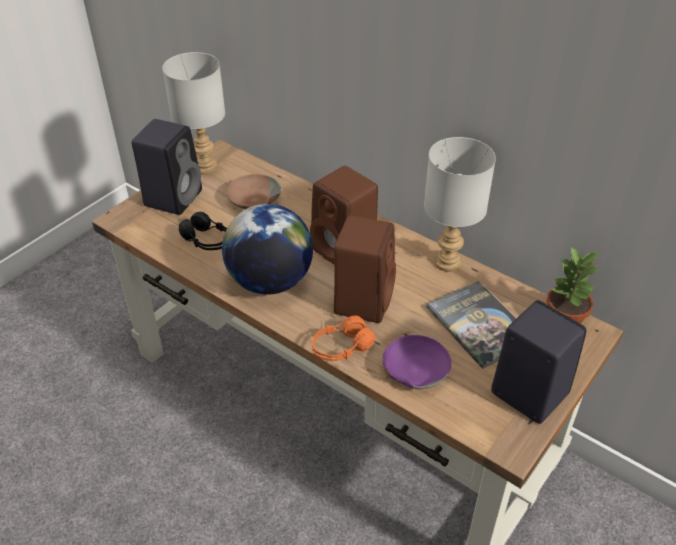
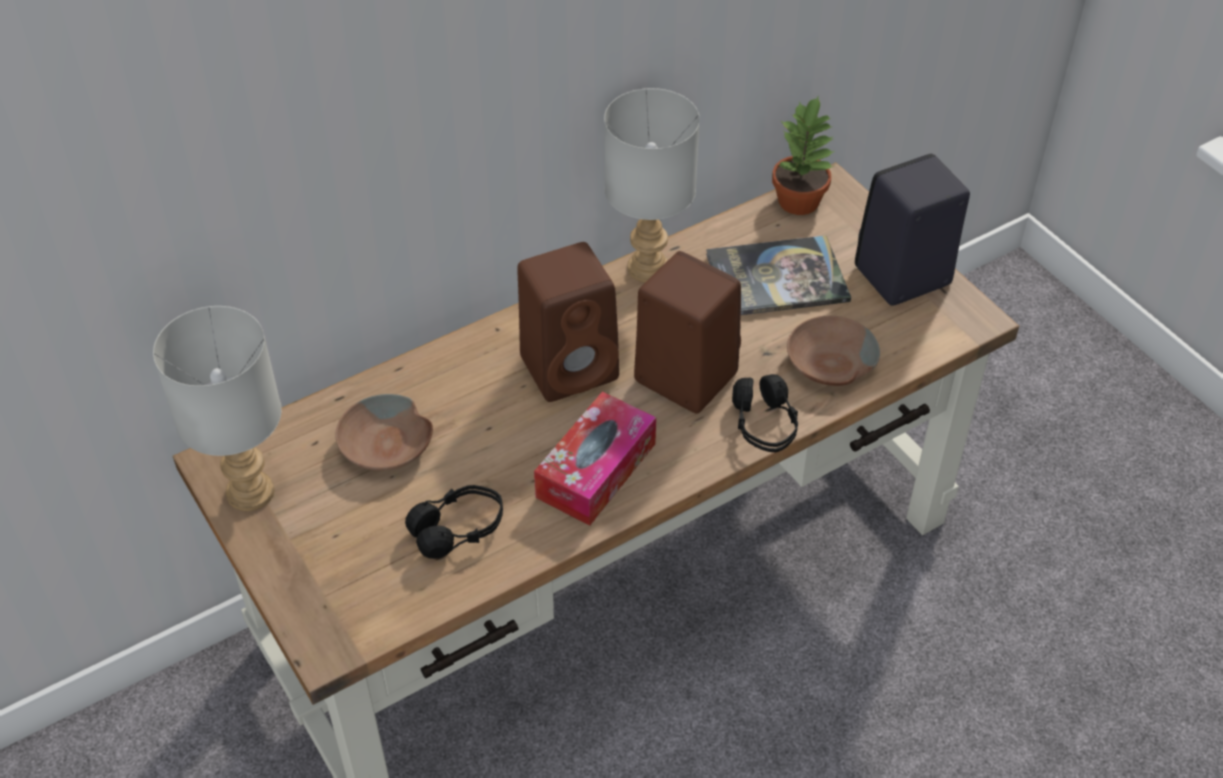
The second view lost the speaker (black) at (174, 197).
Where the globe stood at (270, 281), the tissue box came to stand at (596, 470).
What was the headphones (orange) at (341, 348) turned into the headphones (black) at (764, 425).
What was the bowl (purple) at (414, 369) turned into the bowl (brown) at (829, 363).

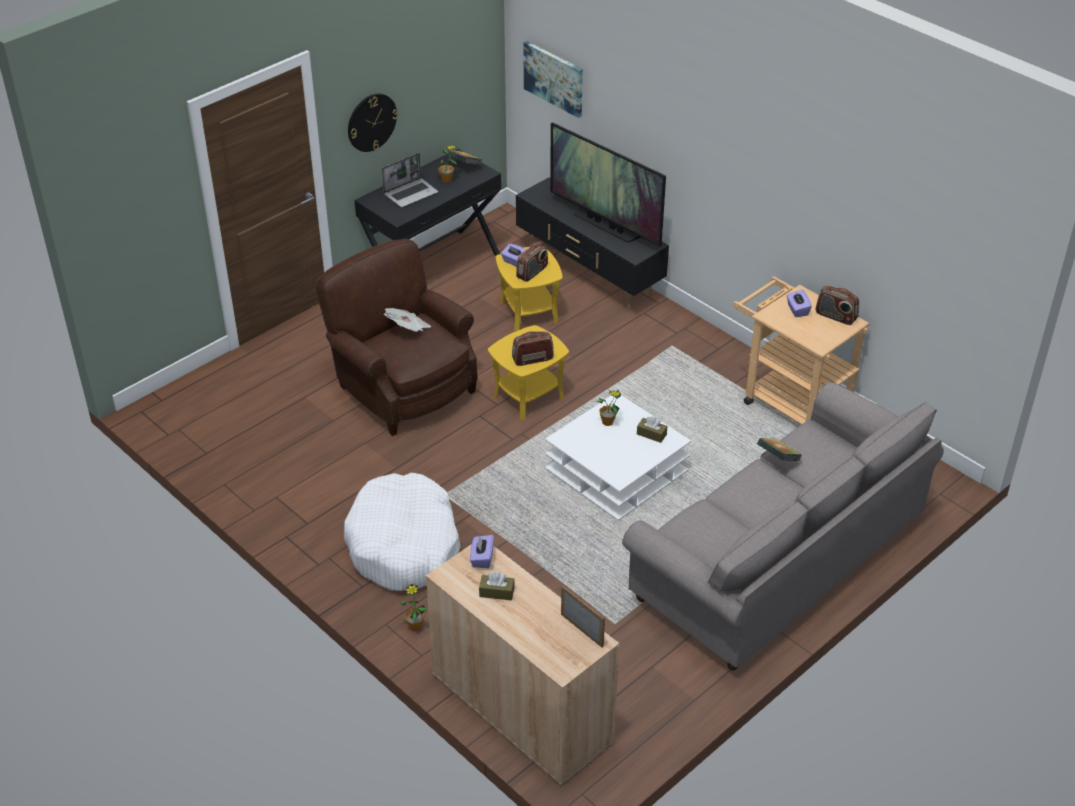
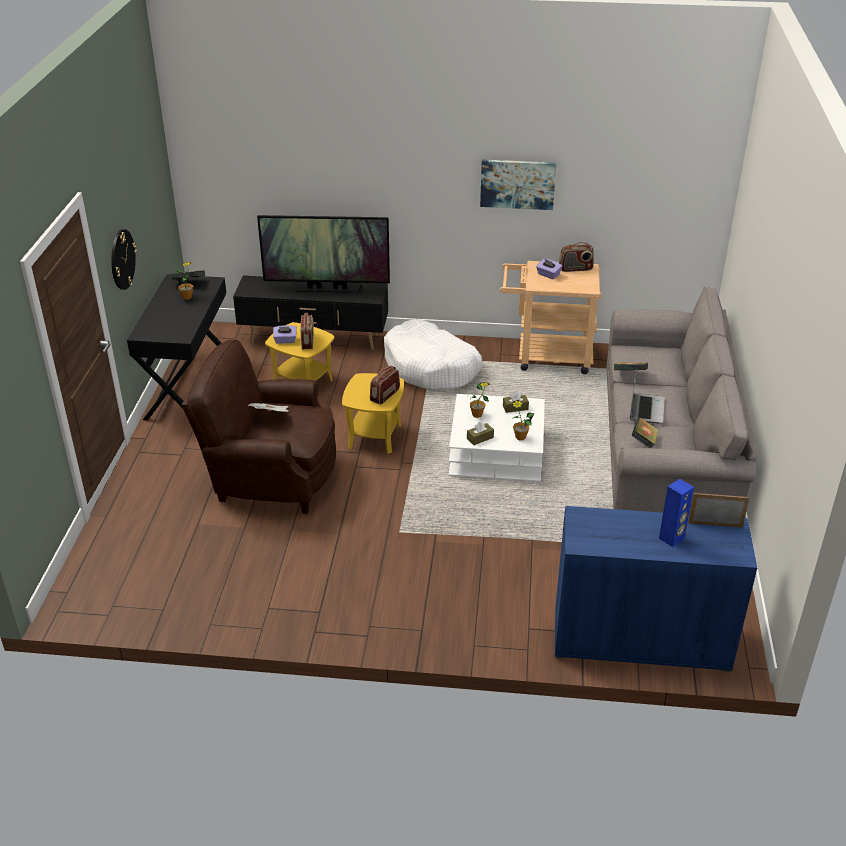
The dog bed (white) ended up elsewhere, having gone from (404, 545) to (431, 368).
The laptop ended up elsewhere, having gone from (411, 193) to (646, 409).
The potted plant ended up elsewhere, having gone from (415, 626) to (520, 437).
What was the cabinet (beige) at (521, 709) turned into the cabinet (blue) at (640, 639).
The second view lost the tissue box (purple) at (482, 558).
The tissue box (brown) ended up elsewhere, having gone from (497, 592) to (480, 438).
The picture ended up elsewhere, having gone from (554, 78) to (517, 184).
The second view gained the book at (643, 442).
The second view gained the speaker (blue) at (671, 538).

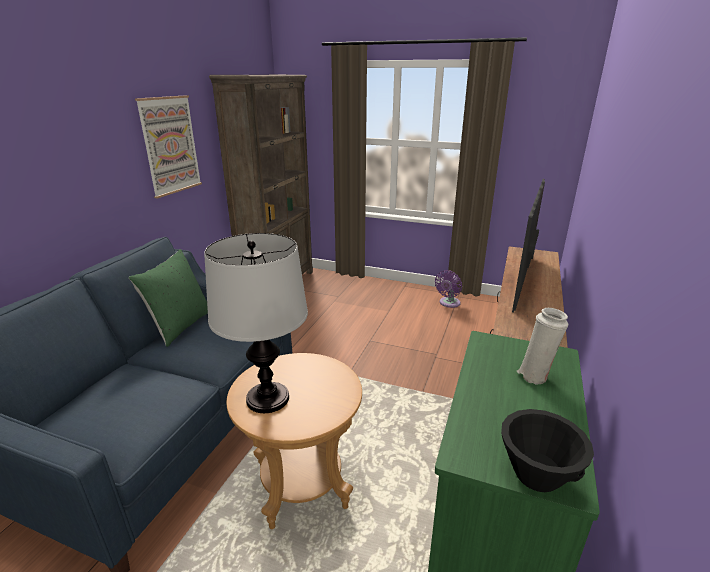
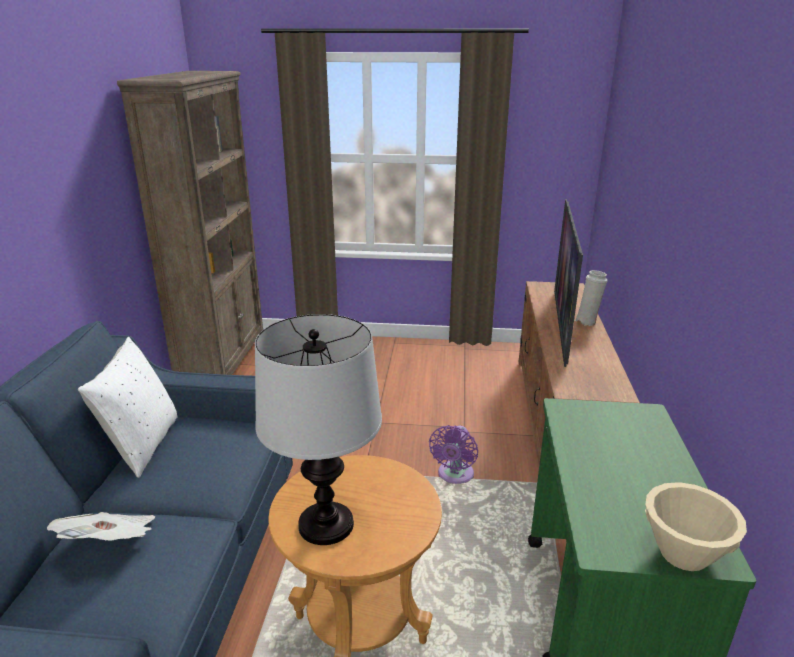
What was the pillow (green) at (180, 326) turned into the pillow (white) at (142, 445).
The second view lost the picture at (170, 145).
The fan (purple) ended up elsewhere, having gone from (448, 303) to (454, 476).
What was the bowl (black) at (536, 475) turned into the bowl (beige) at (683, 554).
The vase (white) ended up elsewhere, having gone from (535, 376) to (587, 321).
The second view gained the newspaper at (112, 544).

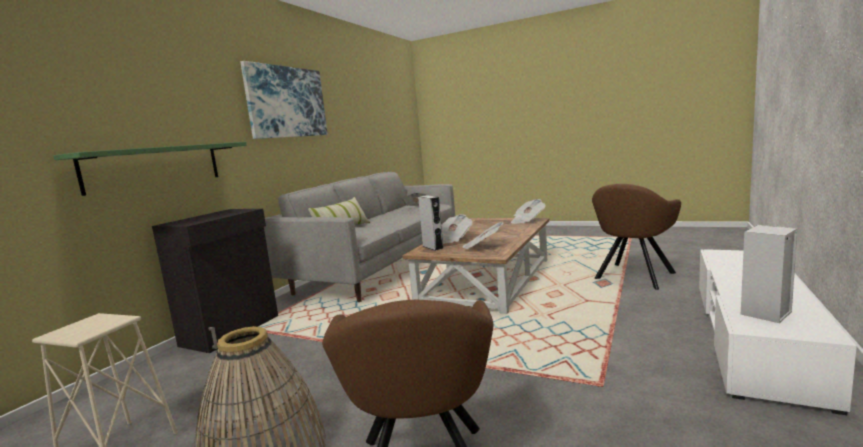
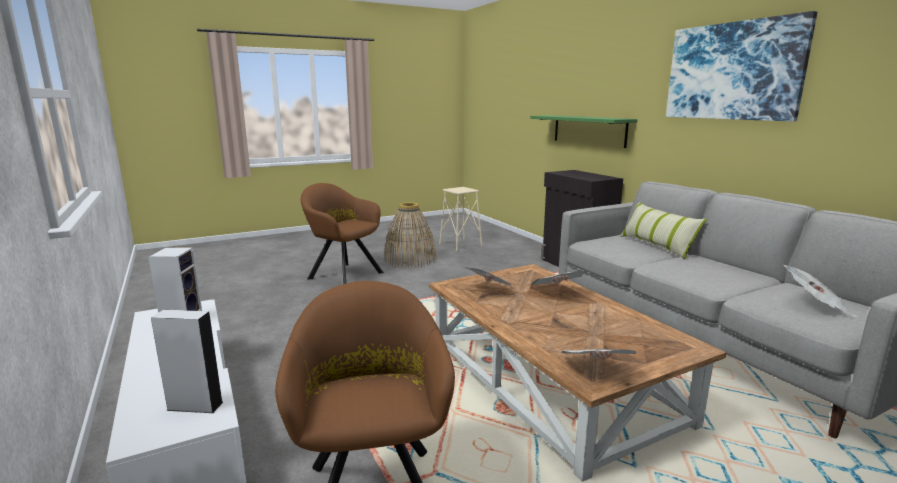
The speaker (grey) ended up elsewhere, having gone from (433, 247) to (195, 406).

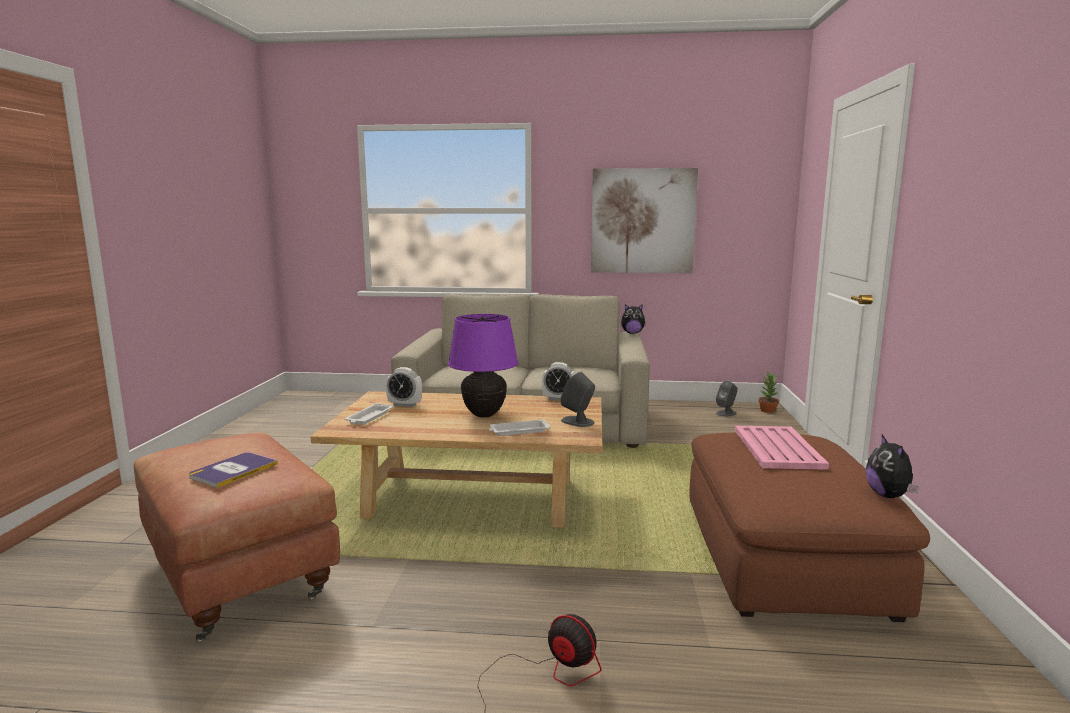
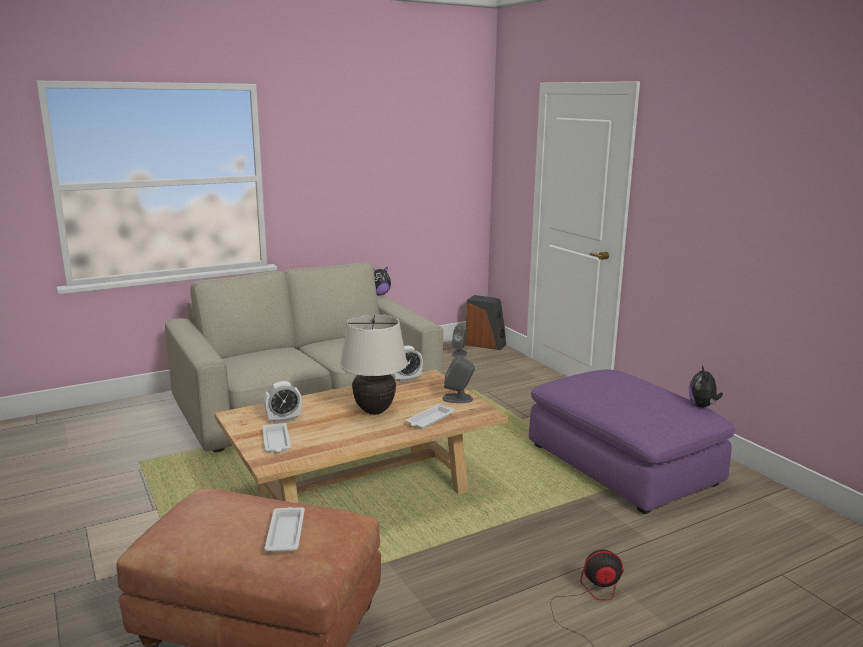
Where the book stood at (233, 470), the tray (white) came to stand at (286, 533).
What was the table lamp (purple) at (484, 415) turned into the table lamp (beige) at (374, 411).
The second view lost the picture at (642, 221).
What was the ottoman (brown) at (784, 556) turned into the ottoman (purple) at (622, 464).
The second view lost the tray (pink) at (777, 448).
Where the potted plant stood at (768, 410), the speaker came to stand at (486, 344).
The plush toy at (889, 496) ended up facing another way, 45 degrees clockwise from before.

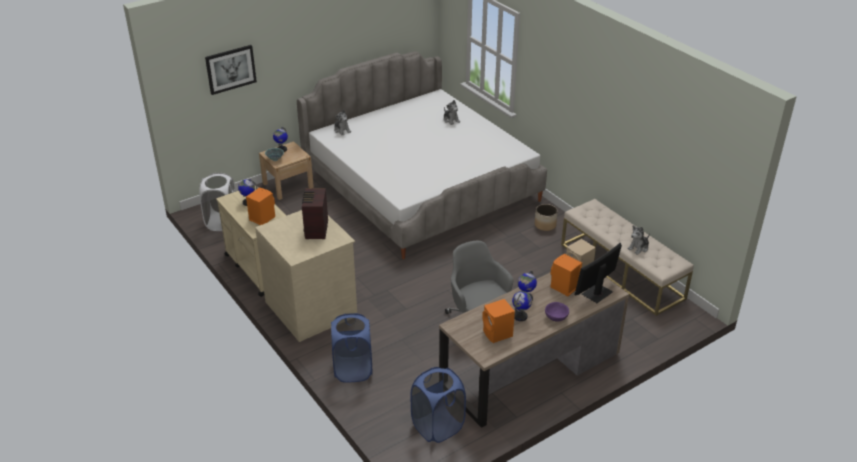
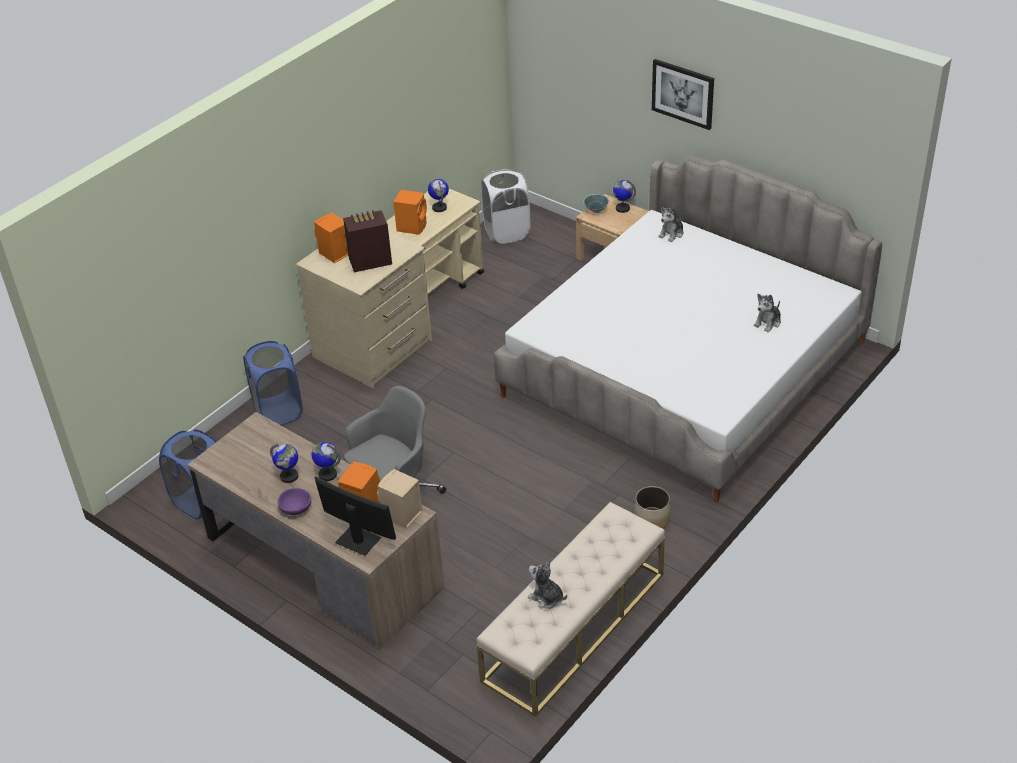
The picture ended up elsewhere, having gone from (230, 69) to (683, 93).
The speaker (orange) ended up elsewhere, having gone from (498, 334) to (334, 253).

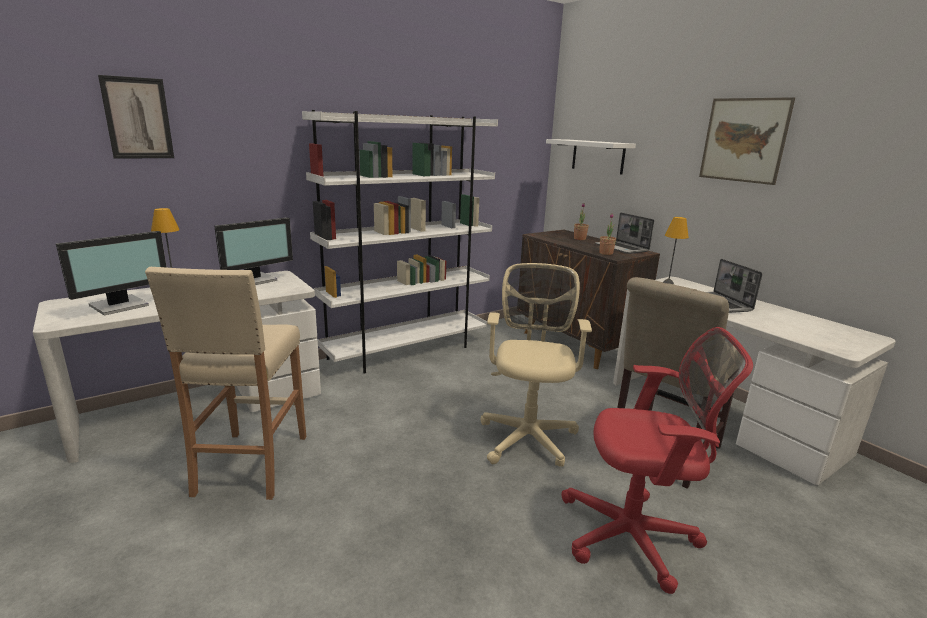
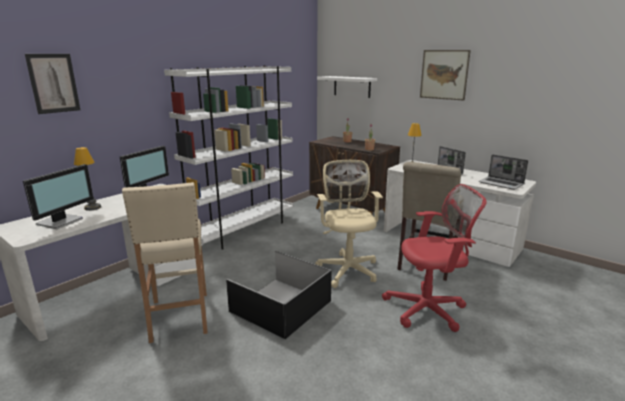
The laptop ended up elsewhere, having gone from (622, 248) to (501, 184).
The second view gained the storage box (black) at (281, 305).

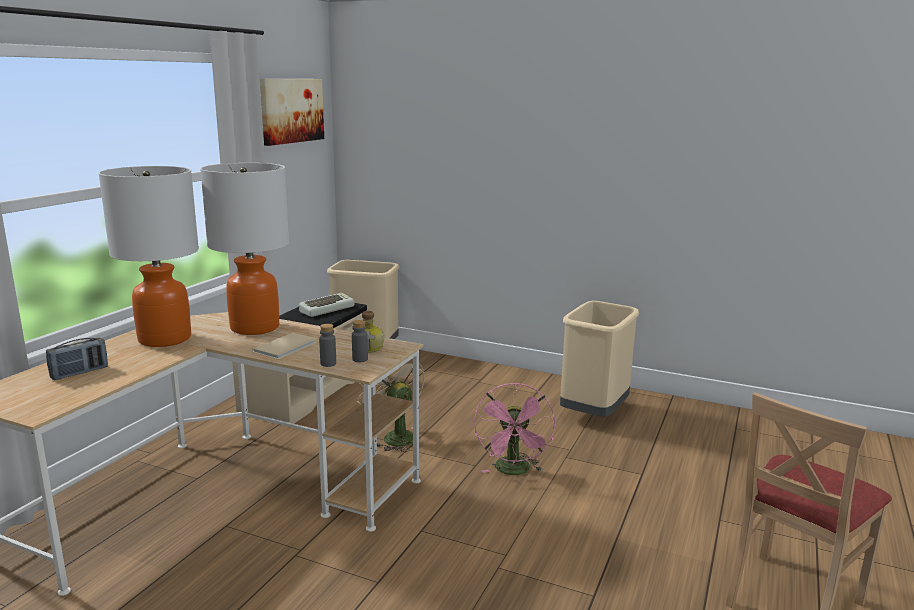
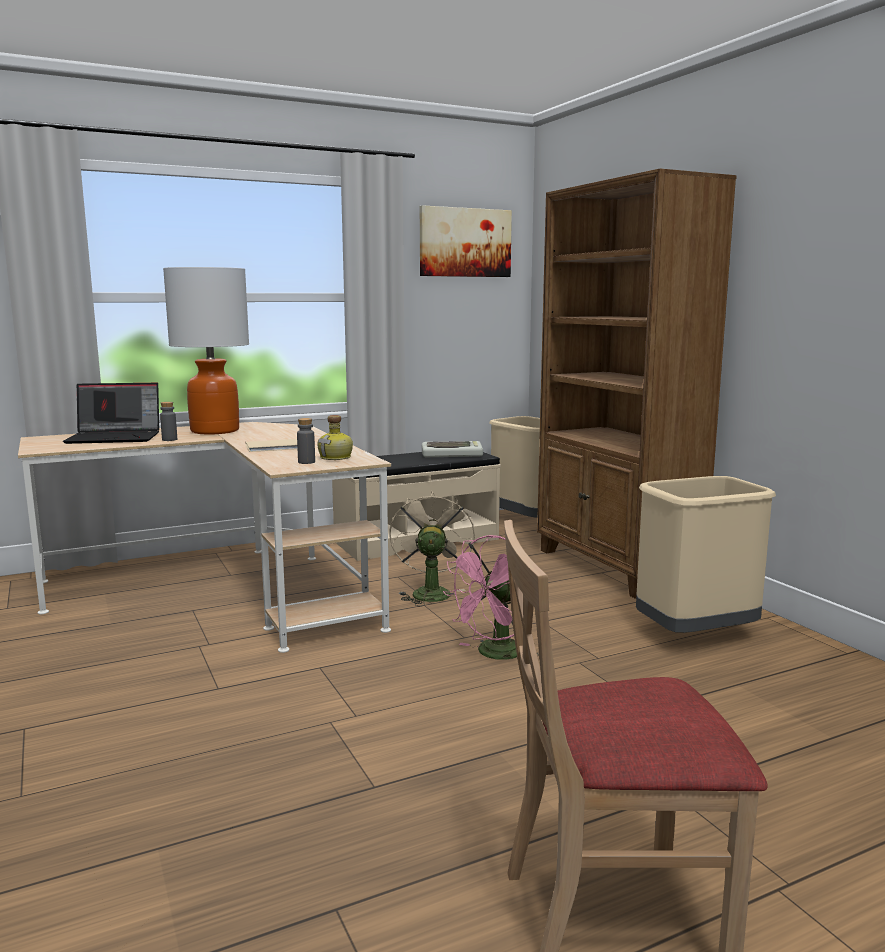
Where the radio stood at (79, 373), the laptop came to stand at (116, 437).
The second view lost the table lamp at (254, 328).
The bottle (grey) ended up elsewhere, having gone from (328, 364) to (169, 439).
The second view gained the bookcase (brown) at (615, 568).

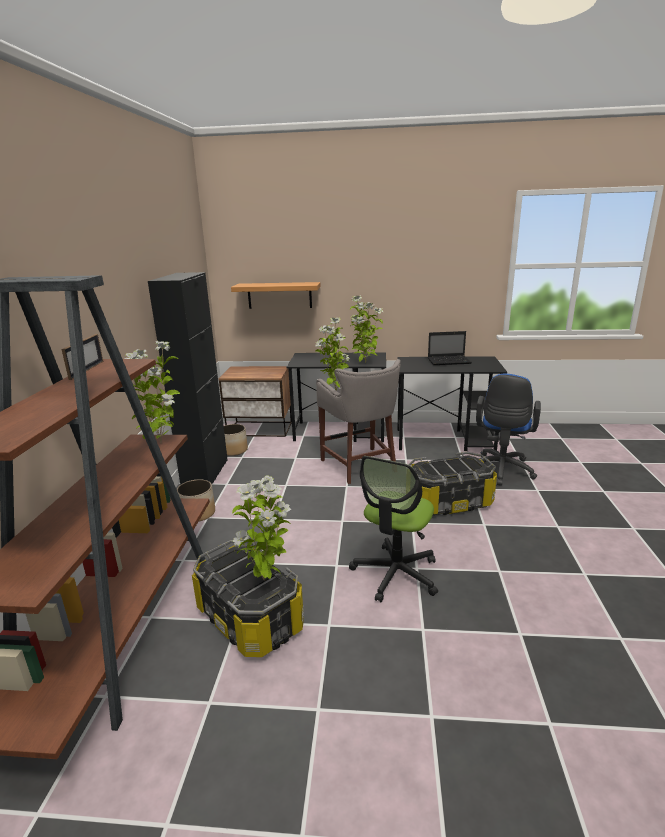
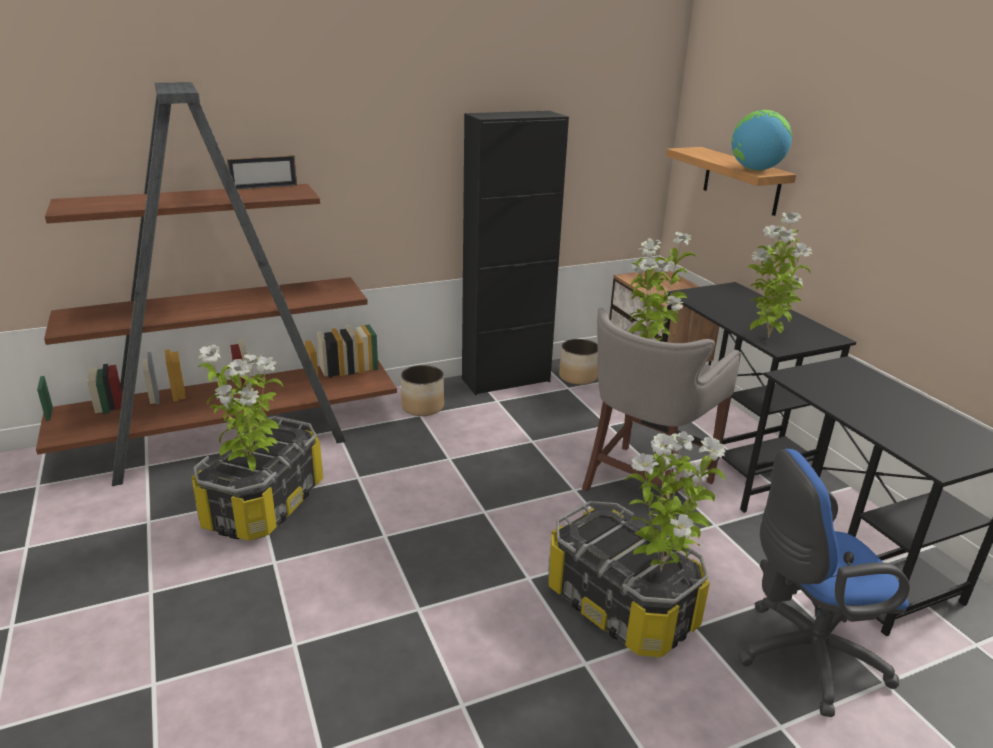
The potted plant ended up elsewhere, having gone from (160, 443) to (660, 569).
The second view lost the office chair at (395, 574).
The second view lost the laptop at (450, 361).
The second view gained the globe at (755, 170).

